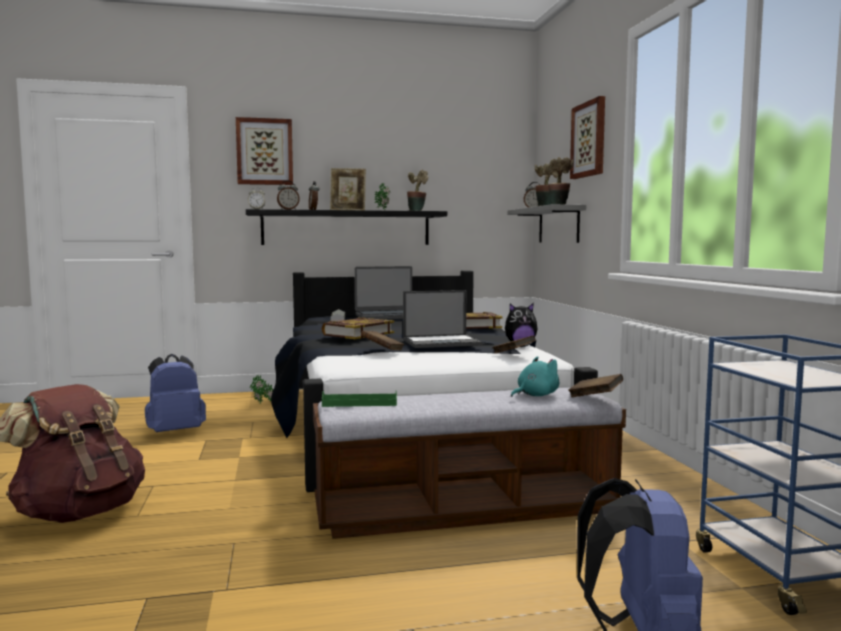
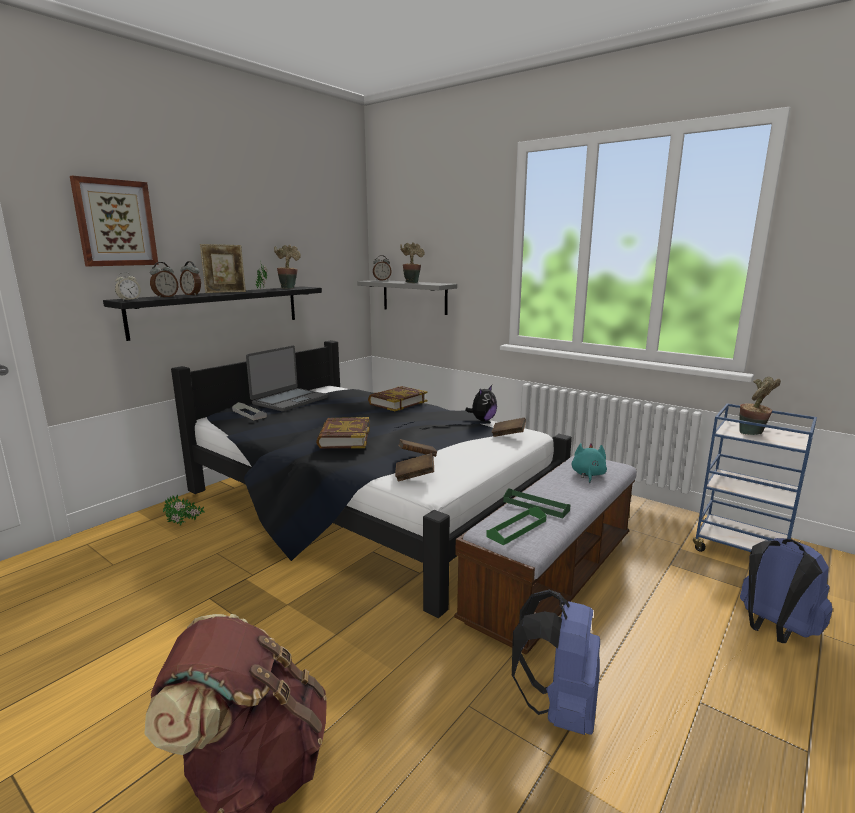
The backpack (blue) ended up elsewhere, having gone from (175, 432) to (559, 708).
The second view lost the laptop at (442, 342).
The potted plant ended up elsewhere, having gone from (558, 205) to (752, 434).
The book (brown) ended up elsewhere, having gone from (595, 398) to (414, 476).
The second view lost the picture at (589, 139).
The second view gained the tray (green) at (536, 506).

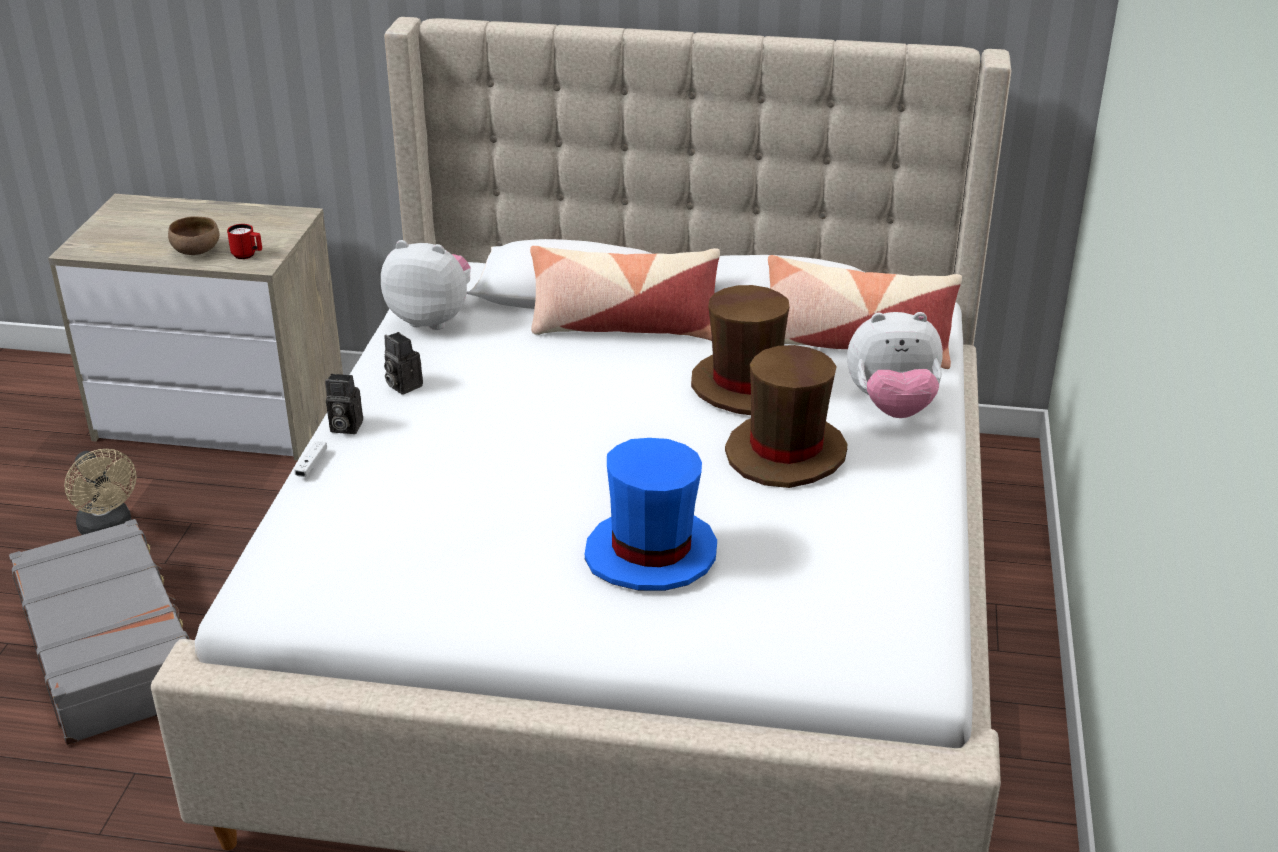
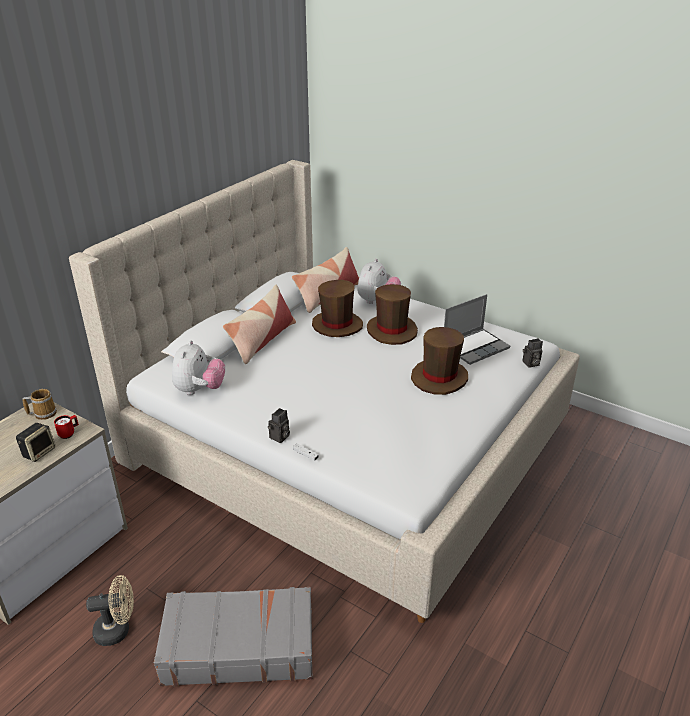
Where the bowl (brown) stood at (197, 251), the speaker came to stand at (39, 452).
The plush toy at (431, 319) ended up facing another way, 150 degrees clockwise from before.
The photo camera ended up elsewhere, having gone from (402, 385) to (530, 364).
What was the hat (blue) at (651, 554) turned into the hat (brown) at (439, 378).
The second view gained the mug at (44, 413).
The second view gained the laptop at (475, 347).

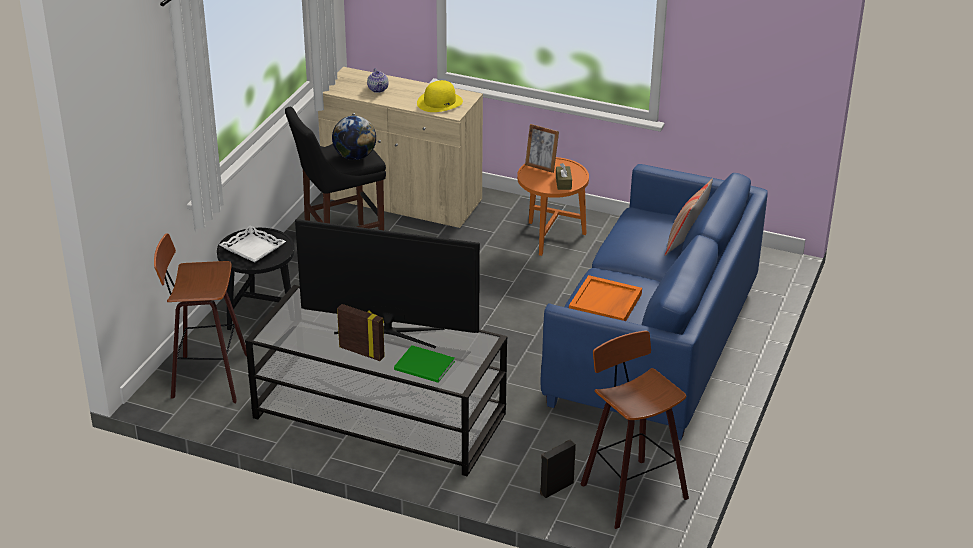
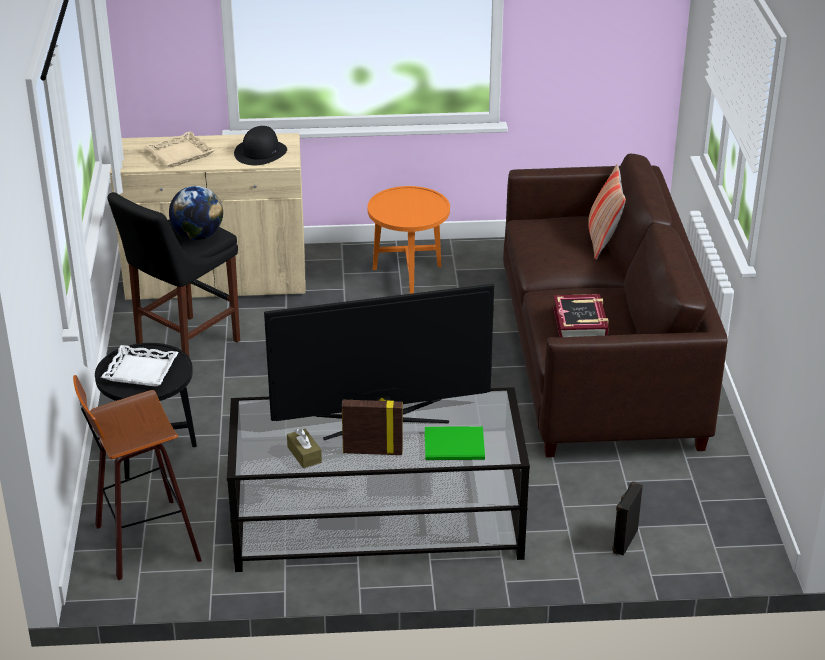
Where the teapot stood at (378, 89), the tray (beige) came to stand at (179, 154).
What was the hat (yellow) at (440, 102) turned into the hat (black) at (260, 152).
The second view lost the picture frame at (541, 166).
What was the sofa (blue) at (653, 344) turned into the sofa (brown) at (599, 361).
The tissue box (brown) ended up elsewhere, having gone from (563, 183) to (304, 454).
Where the tray (orange) stood at (605, 303), the book came to stand at (580, 324).
The second view lost the stool at (629, 490).

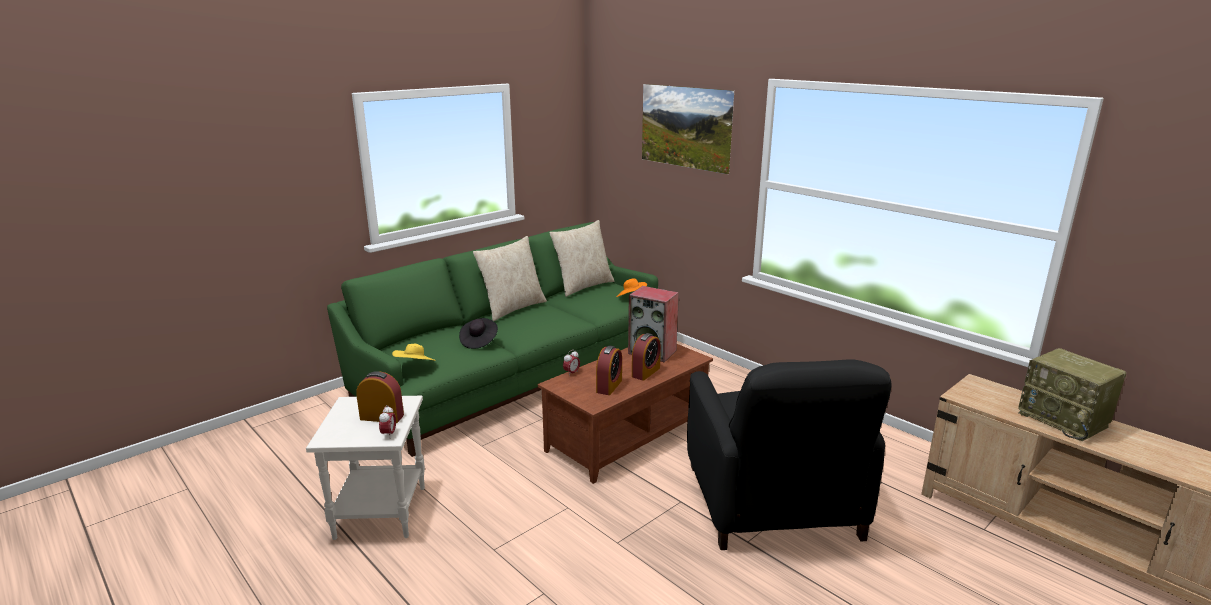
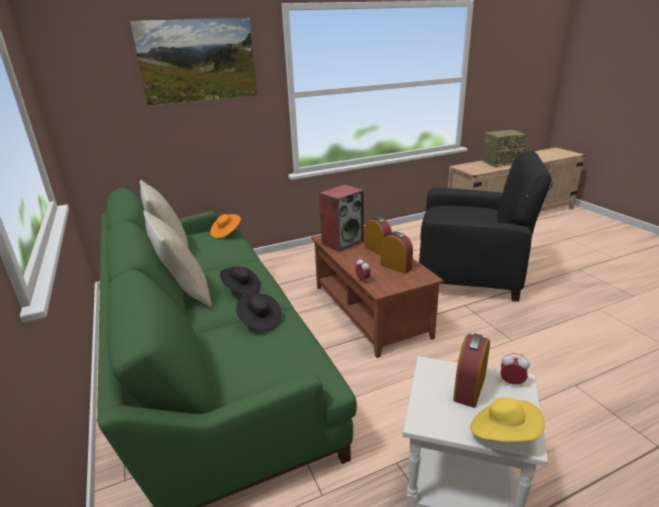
The hat (yellow) ended up elsewhere, having gone from (415, 366) to (503, 433).
The second view gained the hat (black) at (241, 289).

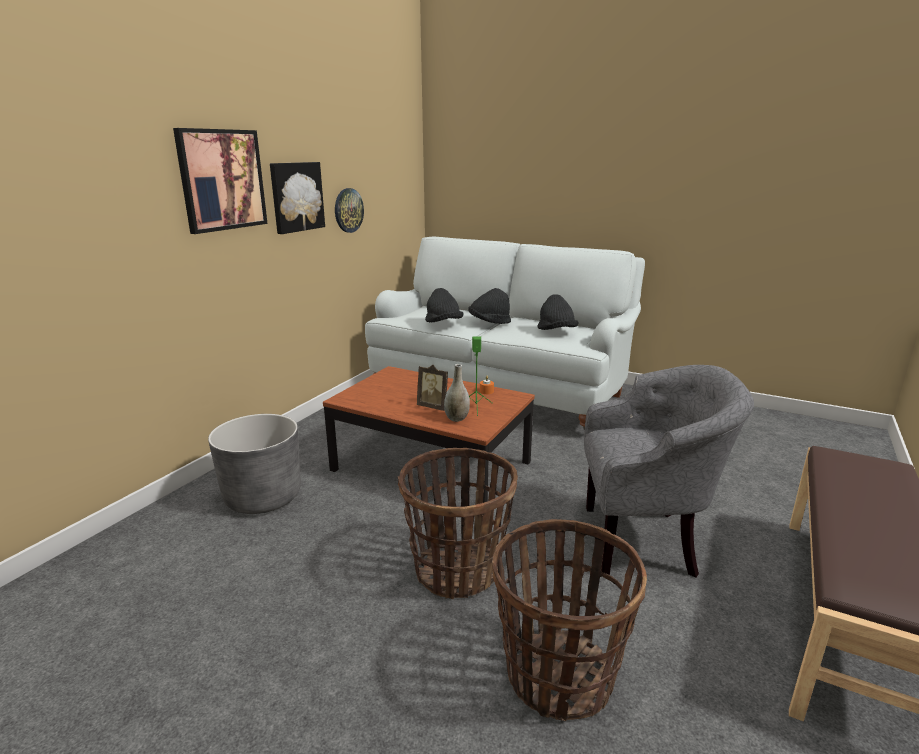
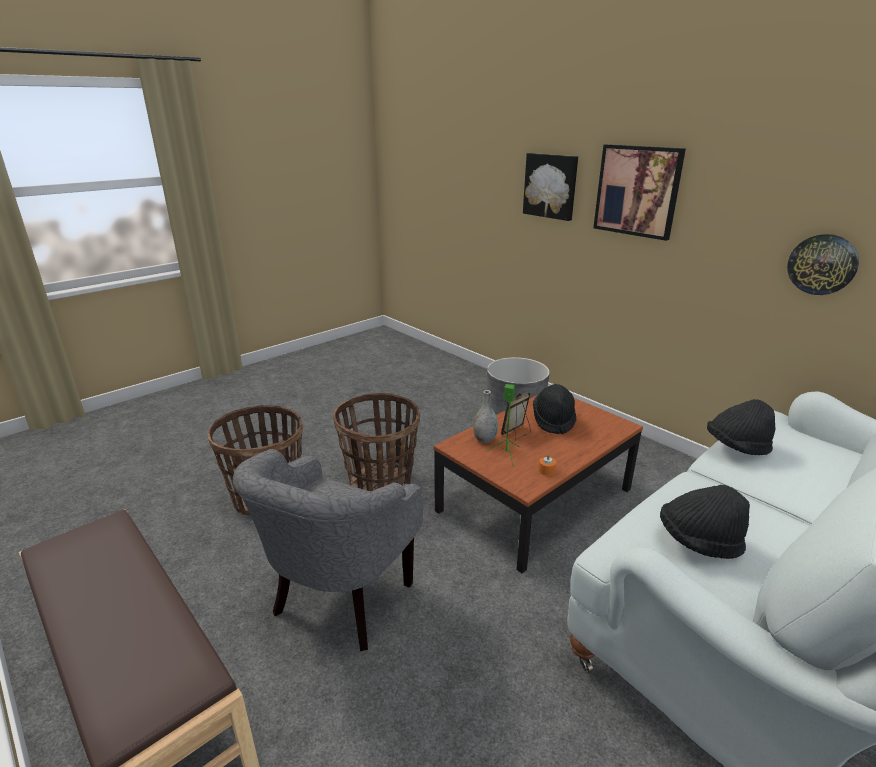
The picture ended up elsewhere, having gone from (296, 197) to (551, 186).
The hat (black) ended up elsewhere, having gone from (489, 322) to (553, 420).

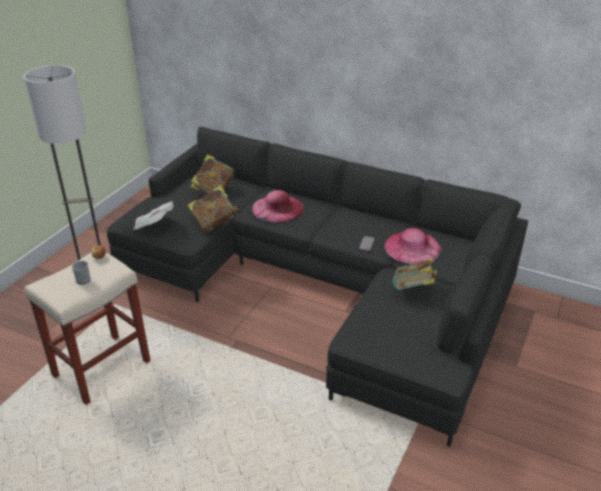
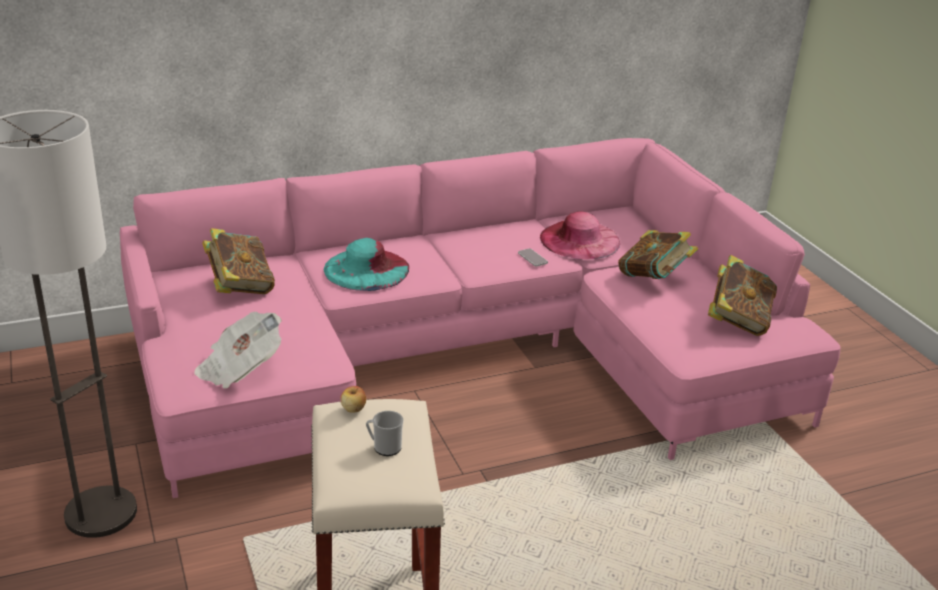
What was the sofa (black) at (323, 286) turned into the sofa (pink) at (469, 355).
The book ended up elsewhere, having gone from (214, 223) to (738, 320).
What was the hat (pink) at (278, 208) turned into the hat (turquoise) at (366, 269).

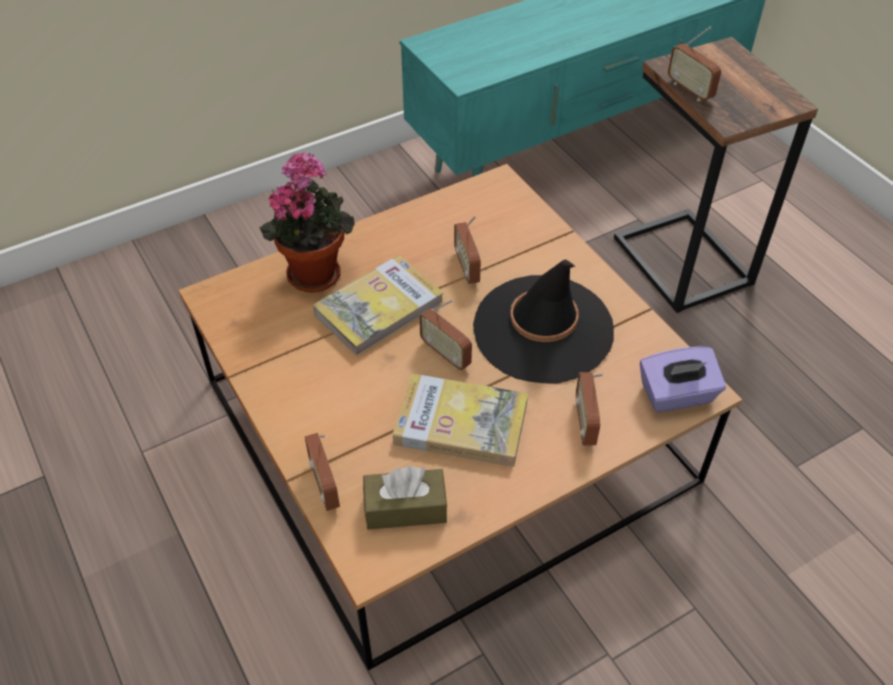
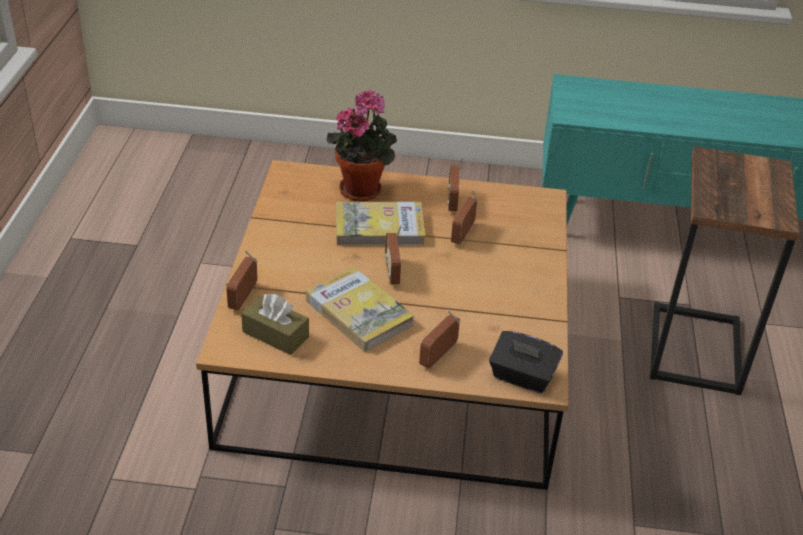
The second view lost the hat (black) at (543, 329).
What was the tissue box (purple) at (677, 395) turned into the tissue box (black) at (522, 377).
The radio ended up elsewhere, having gone from (690, 90) to (453, 202).

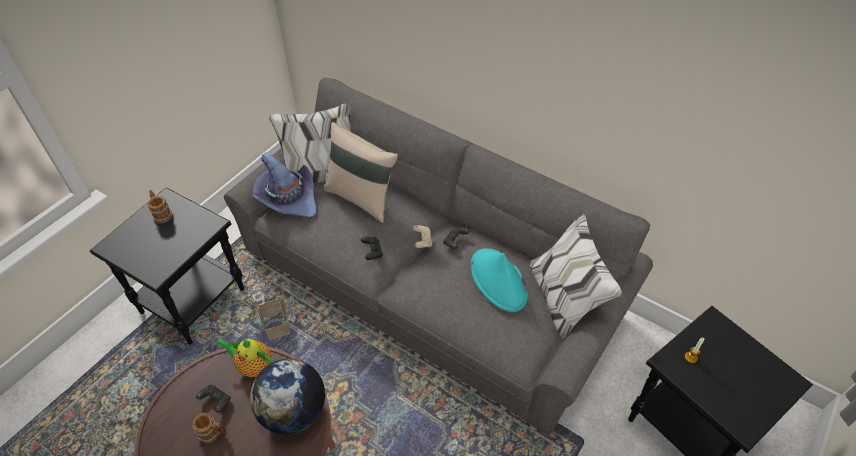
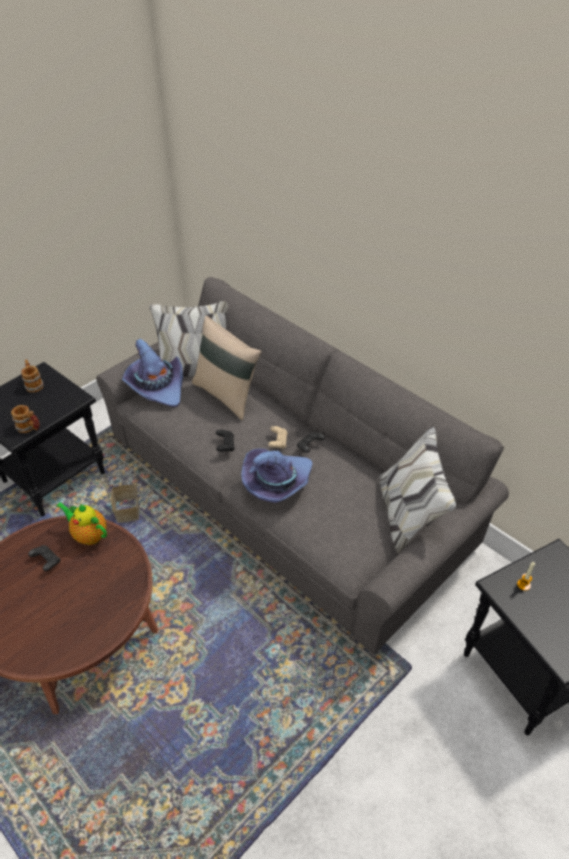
The mug ended up elsewhere, having gone from (213, 434) to (29, 428).
The second view lost the globe at (293, 412).
The second view lost the hat (turquoise) at (498, 281).
The second view gained the hat (purple) at (277, 482).

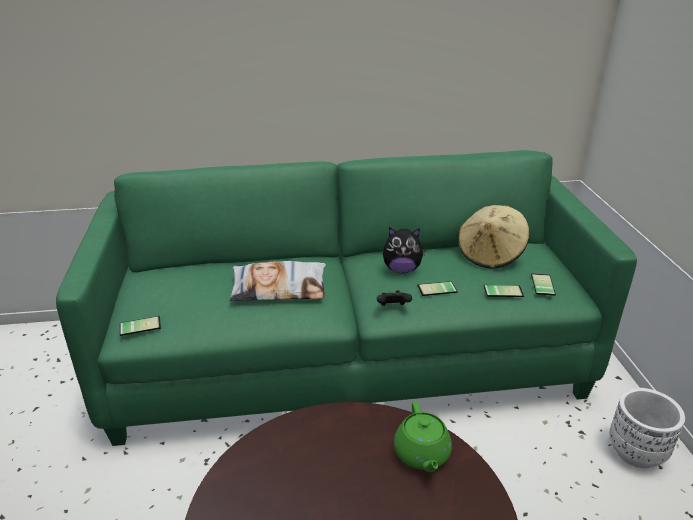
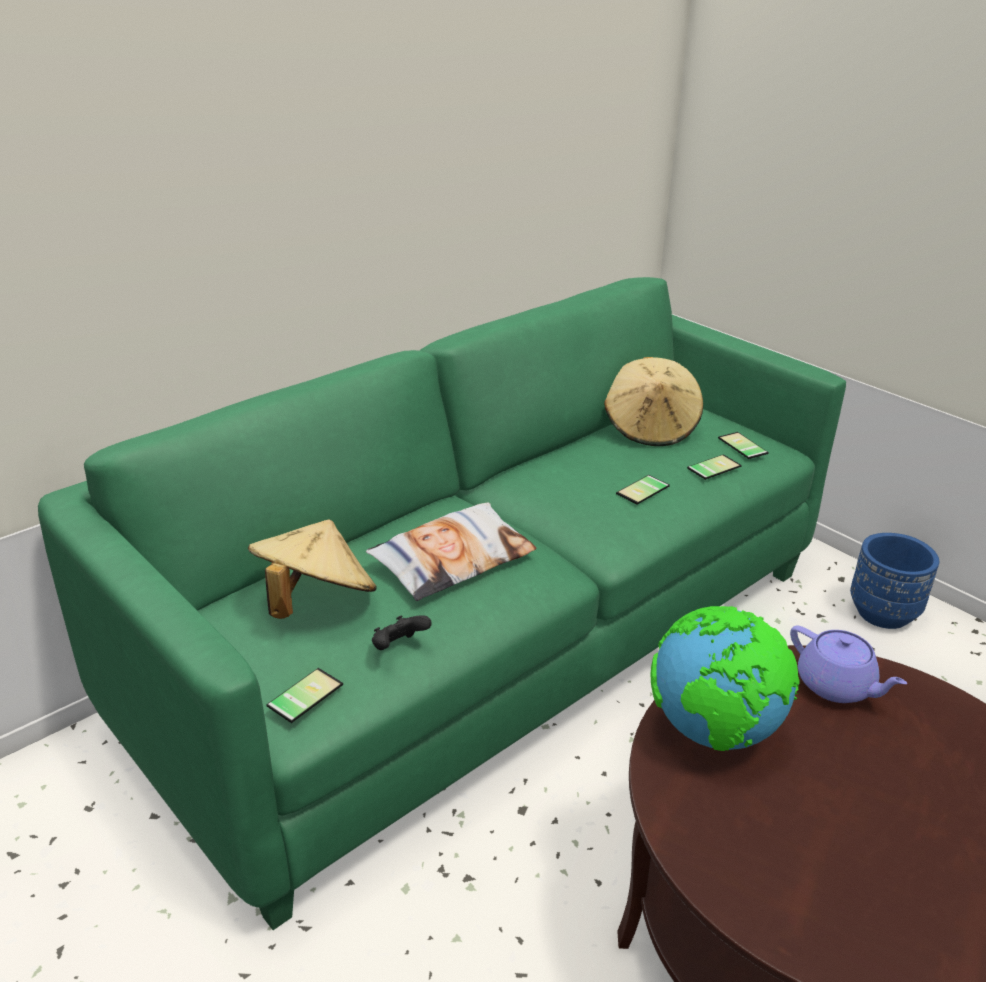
The game controller (black) ended up elsewhere, having gone from (393, 307) to (398, 647).
The second view lost the plush toy at (402, 269).
What was the teapot (green) at (422, 454) turned into the teapot (purple) at (836, 686).
What was the planter (white) at (636, 452) turned into the planter (blue) at (883, 613).
The second view gained the hat (beige) at (315, 601).
The second view gained the globe at (714, 732).

